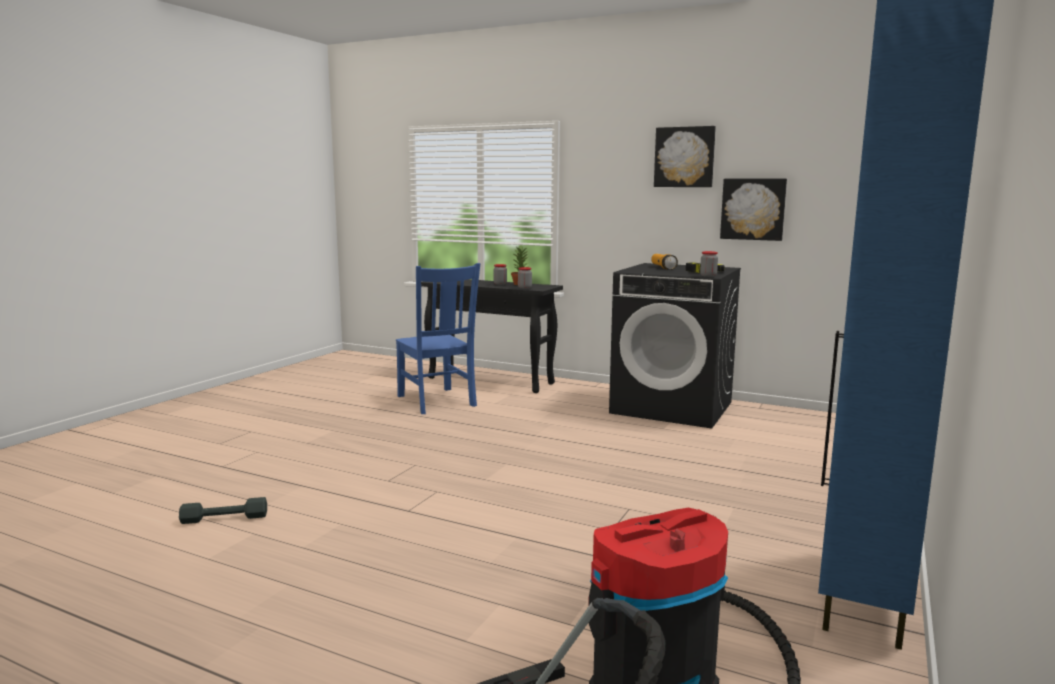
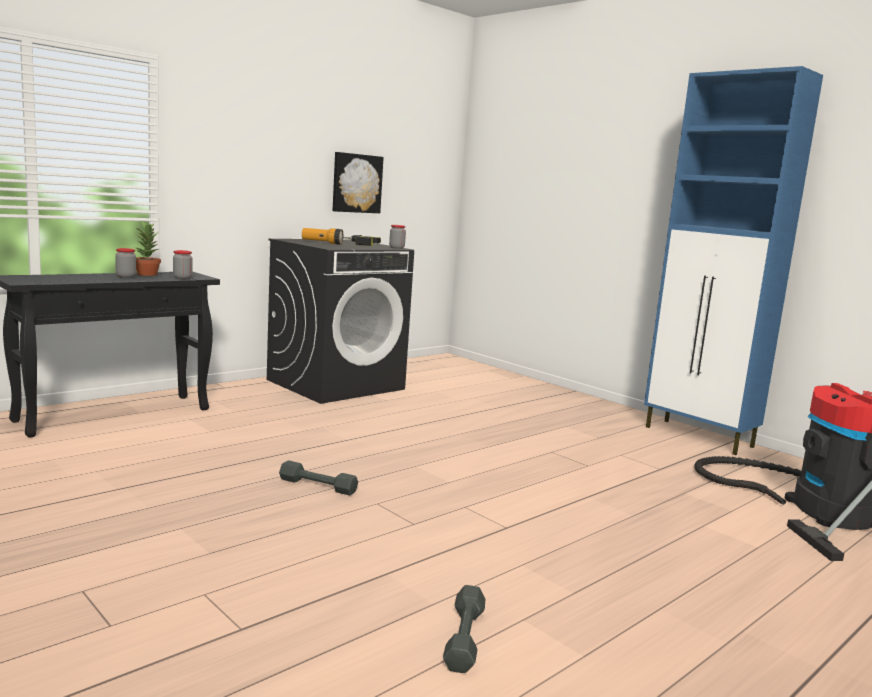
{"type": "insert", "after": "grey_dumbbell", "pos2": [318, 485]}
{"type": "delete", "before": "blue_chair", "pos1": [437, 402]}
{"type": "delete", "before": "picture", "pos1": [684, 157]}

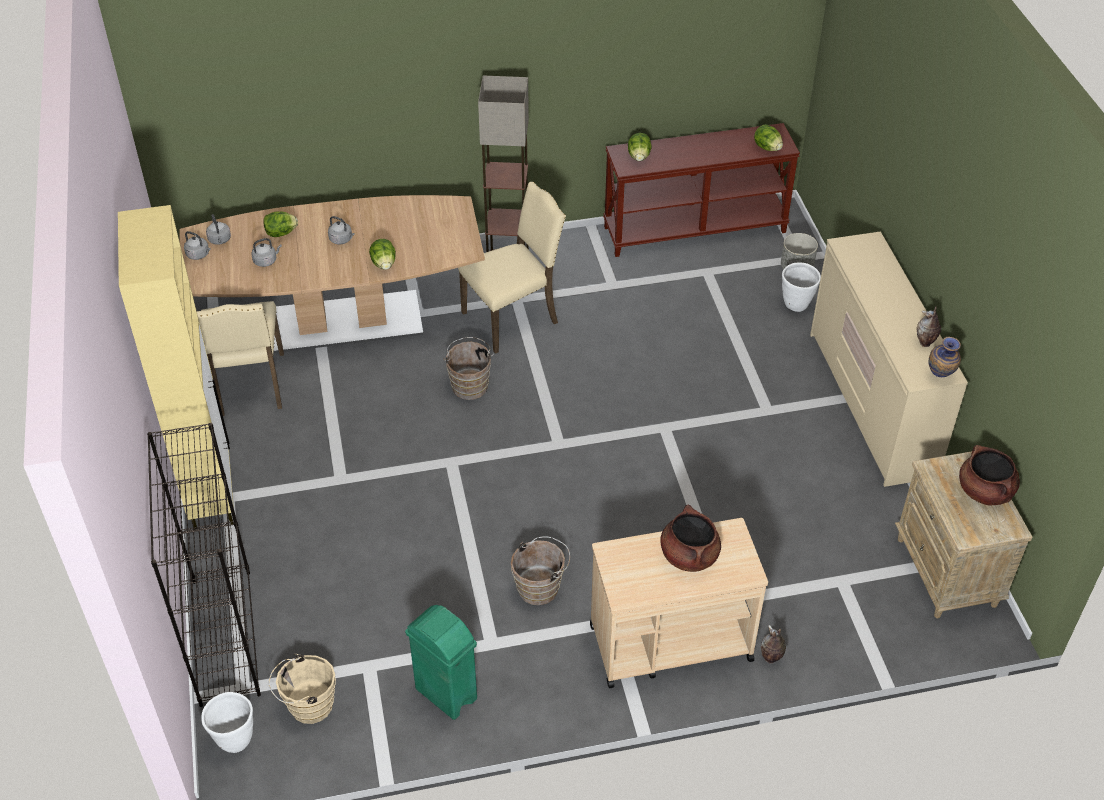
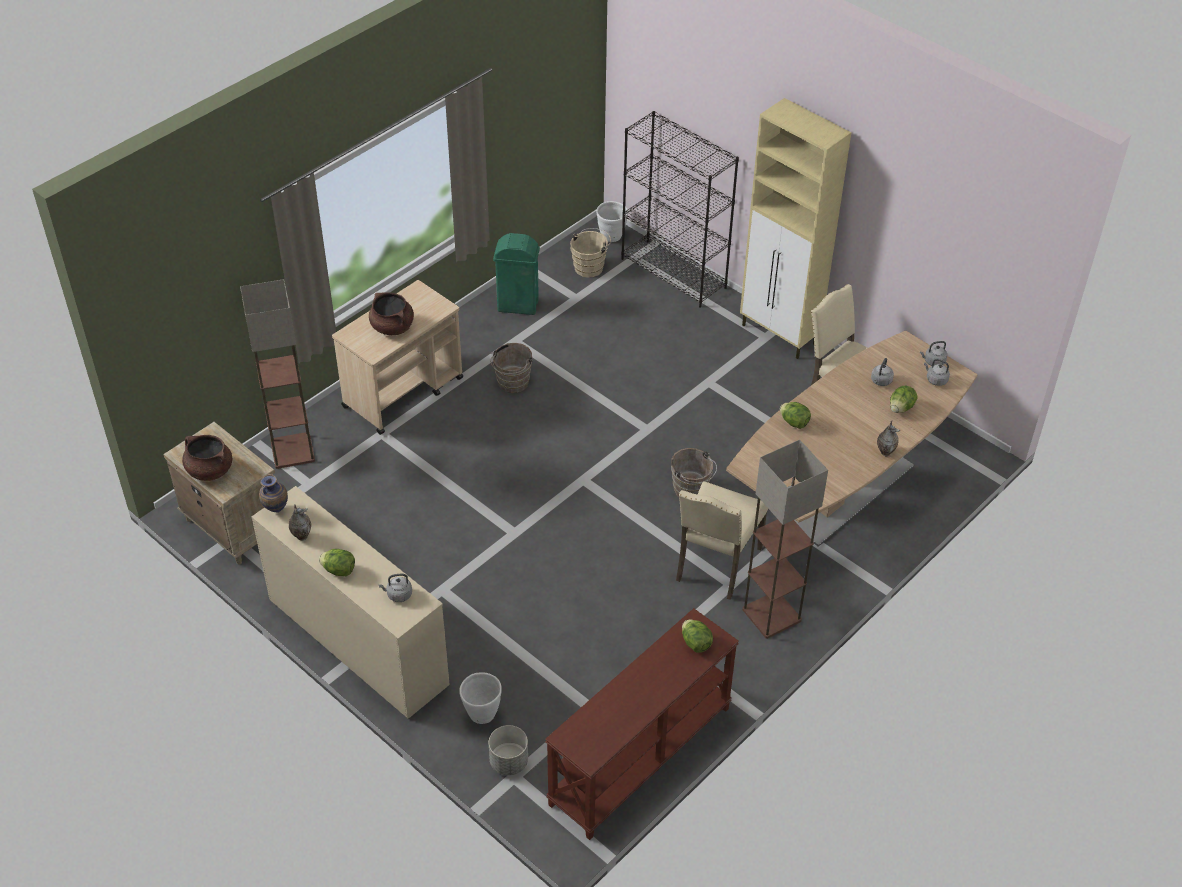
{"type": "insert", "after": "floor_lamp", "pos2": [291, 450]}
{"type": "move", "before": "lettuce", "pos1": [767, 148], "pos2": [339, 570]}
{"type": "move", "before": "grey_kettle", "pos1": [342, 240], "pos2": [398, 595]}
{"type": "move", "before": "vase", "pos1": [770, 658], "pos2": [885, 451]}

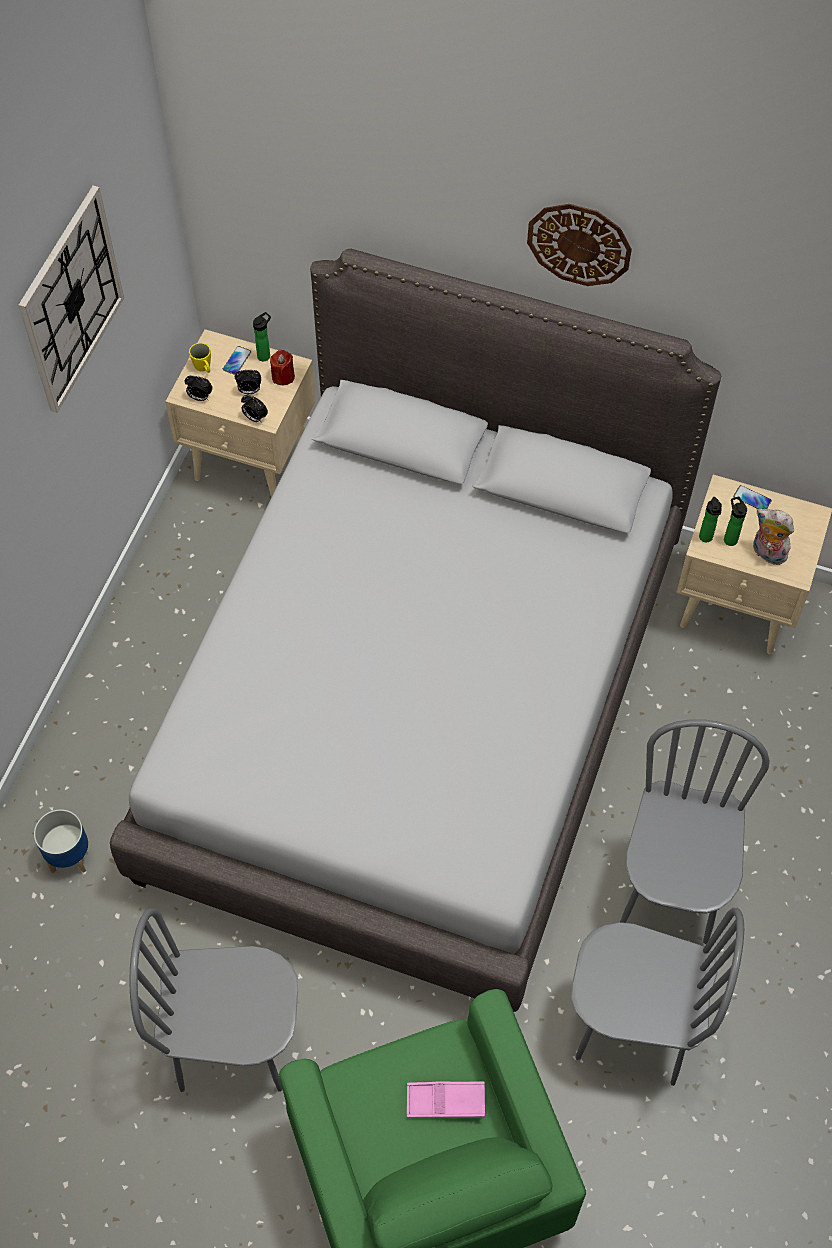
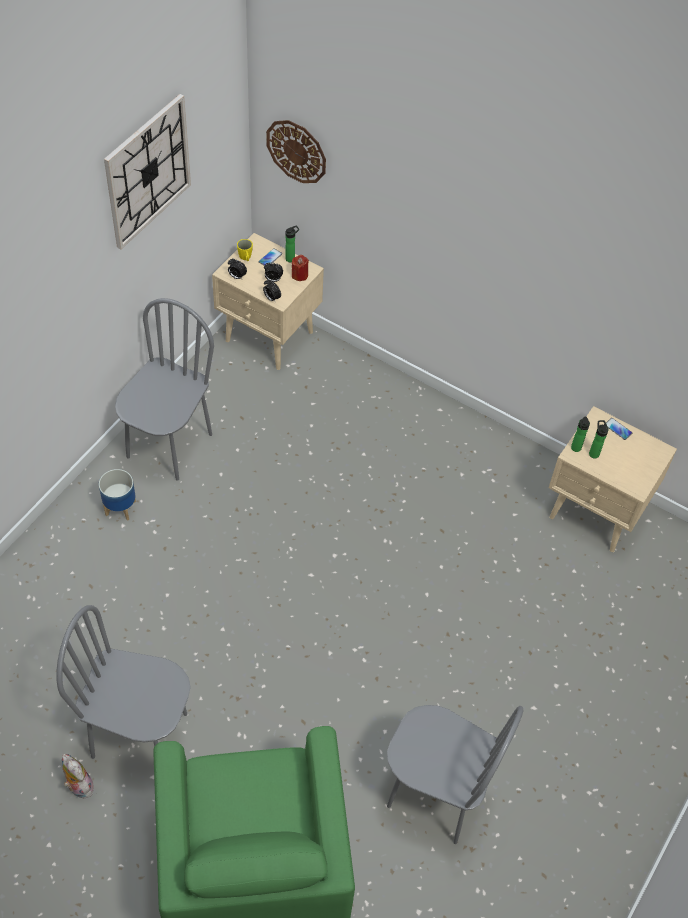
{"type": "move", "before": "plush_toy", "pos1": [767, 553], "pos2": [78, 786]}
{"type": "move", "before": "planter", "pos1": [69, 856], "pos2": [120, 508]}
{"type": "move", "before": "grey_chair", "pos1": [670, 889], "pos2": [169, 445]}
{"type": "move", "before": "wall_clock", "pos1": [579, 244], "pos2": [296, 151]}
{"type": "delete", "before": "grey_bed", "pos1": [416, 707]}
{"type": "delete", "before": "pink_tray", "pos1": [445, 1101]}

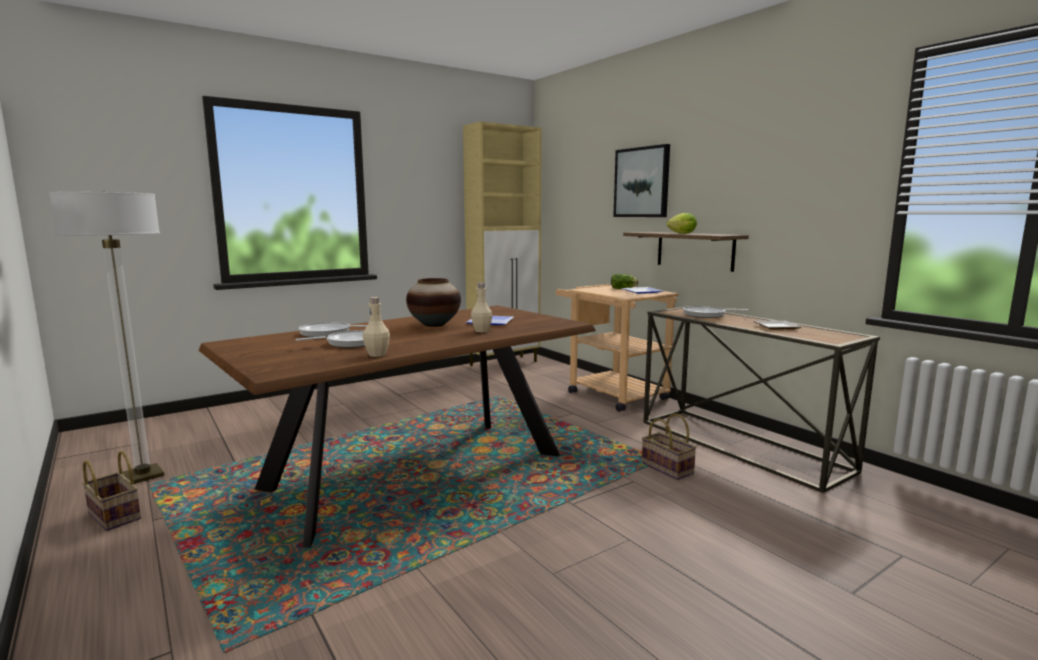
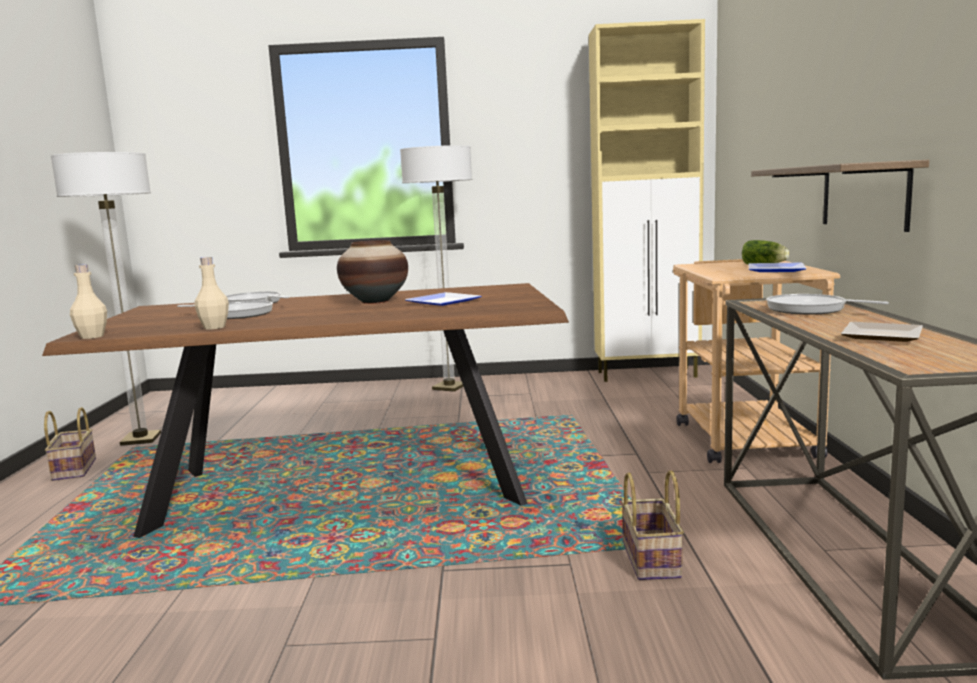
{"type": "move", "before": "beige_bottle", "pos1": [481, 331], "pos2": [92, 336]}
{"type": "insert", "after": "floor_lamp", "pos2": [449, 387]}
{"type": "delete", "before": "picture", "pos1": [642, 182]}
{"type": "delete", "before": "lettuce", "pos1": [680, 233]}

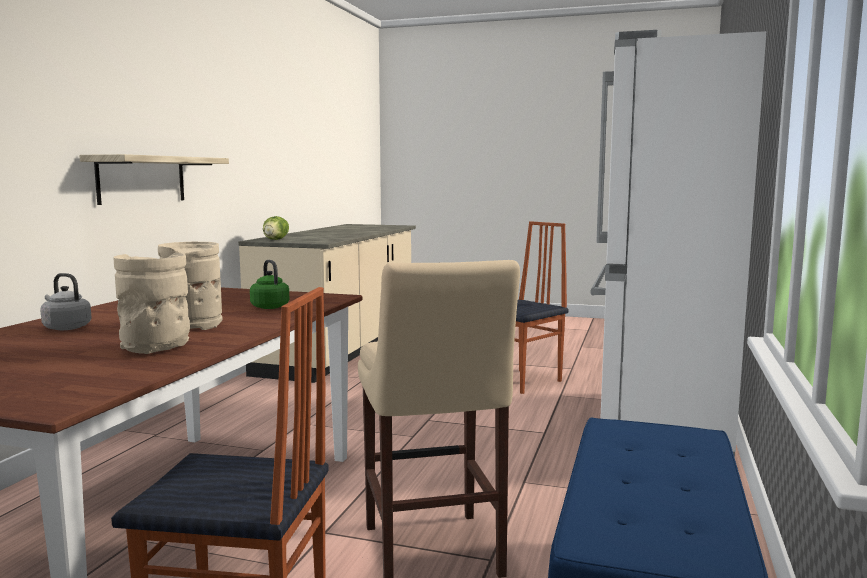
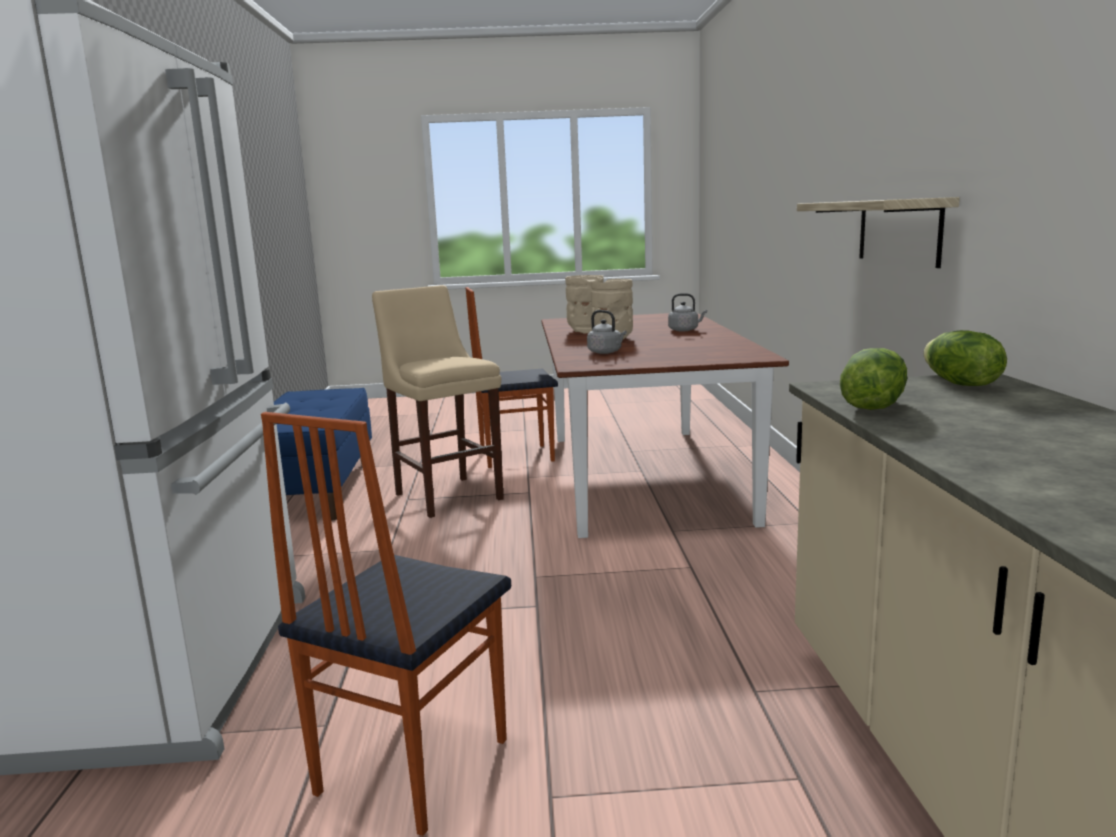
{"type": "recolor", "before": "green_kettle", "after": "grey_kettle", "pos1": [269, 307], "pos2": [606, 352]}
{"type": "insert", "after": "lettuce", "pos2": [872, 406]}

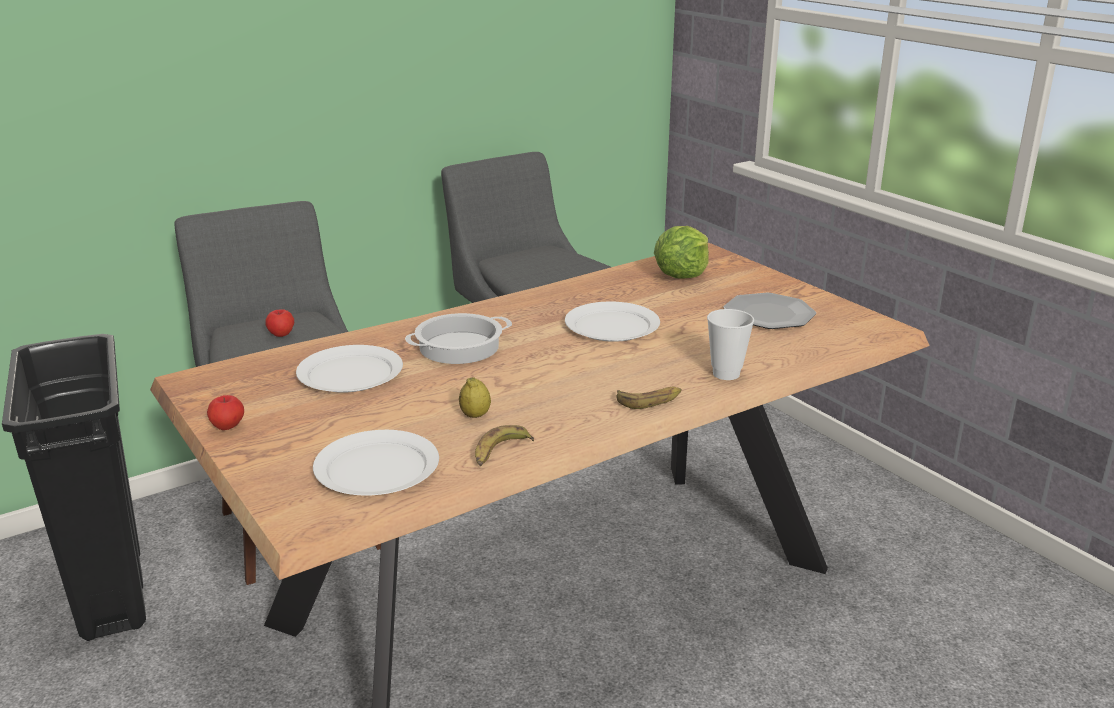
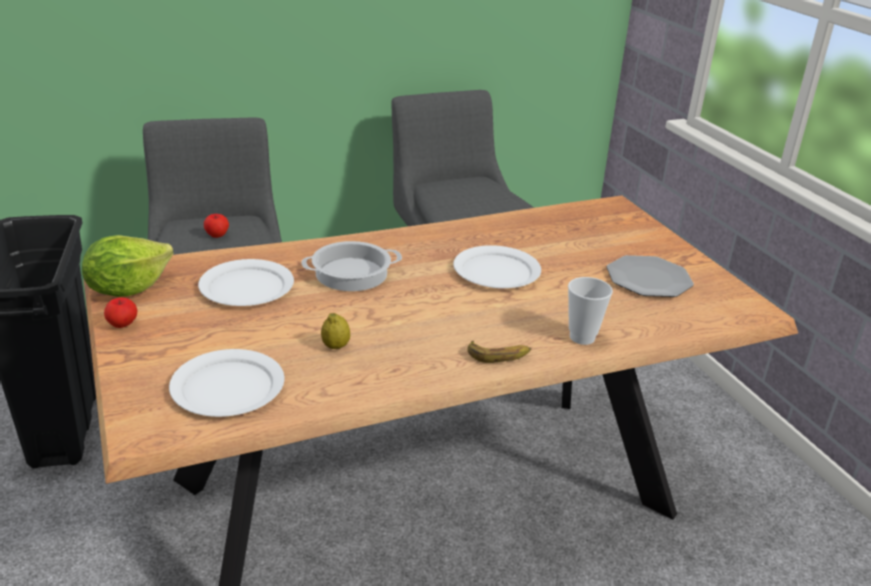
{"type": "move", "before": "lettuce", "pos1": [682, 275], "pos2": [127, 289]}
{"type": "delete", "before": "banana", "pos1": [500, 452]}

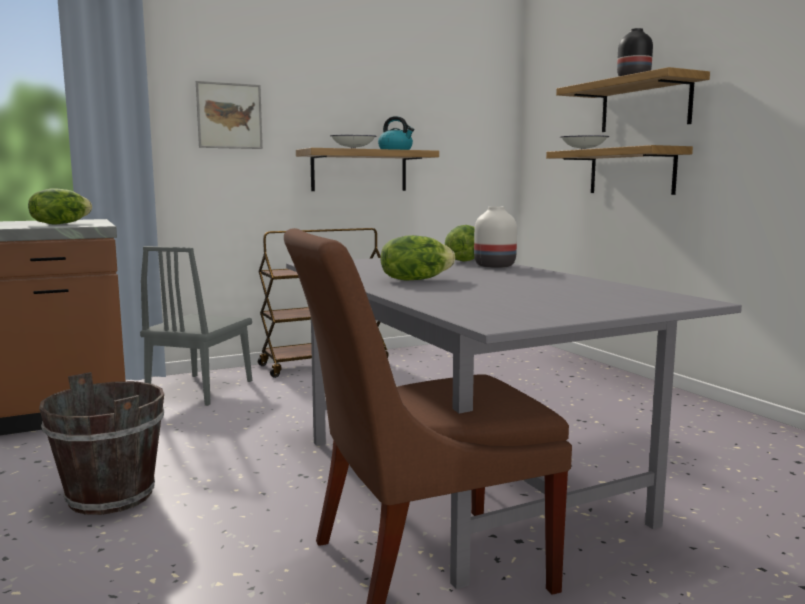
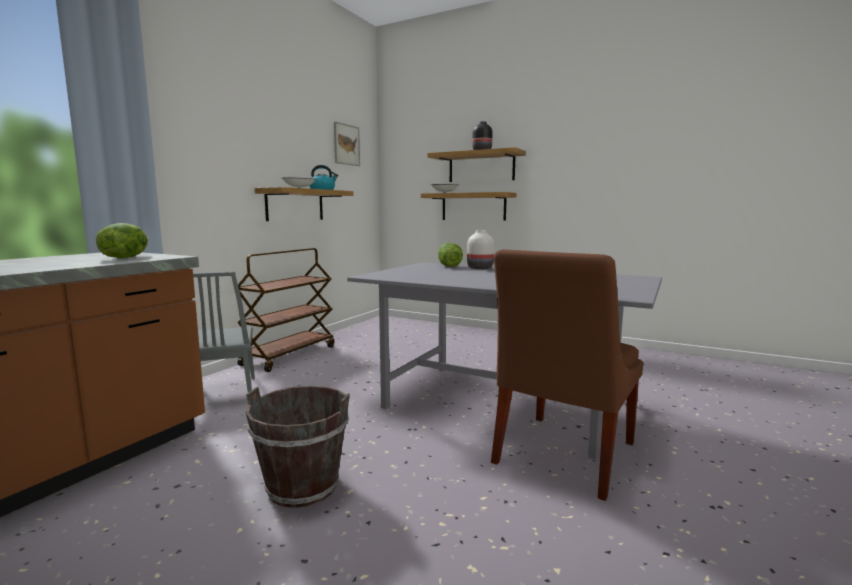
{"type": "move", "before": "picture", "pos1": [229, 116], "pos2": [346, 144]}
{"type": "delete", "before": "lettuce", "pos1": [415, 280]}

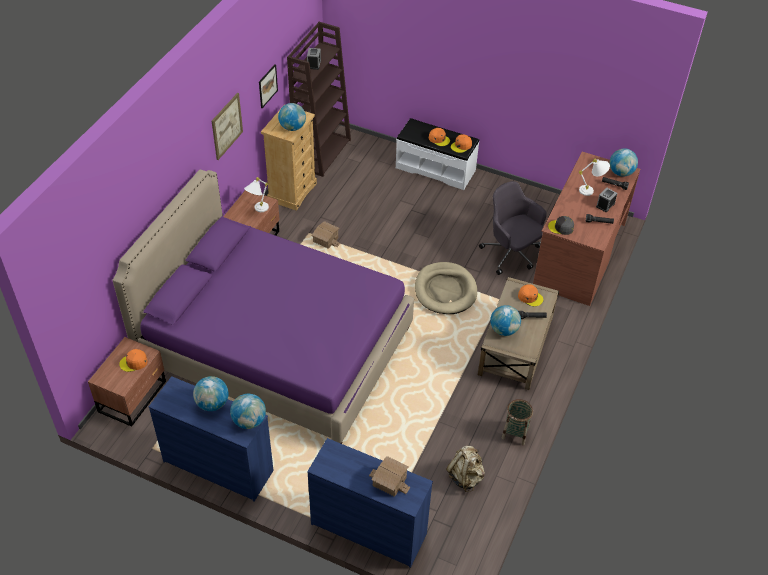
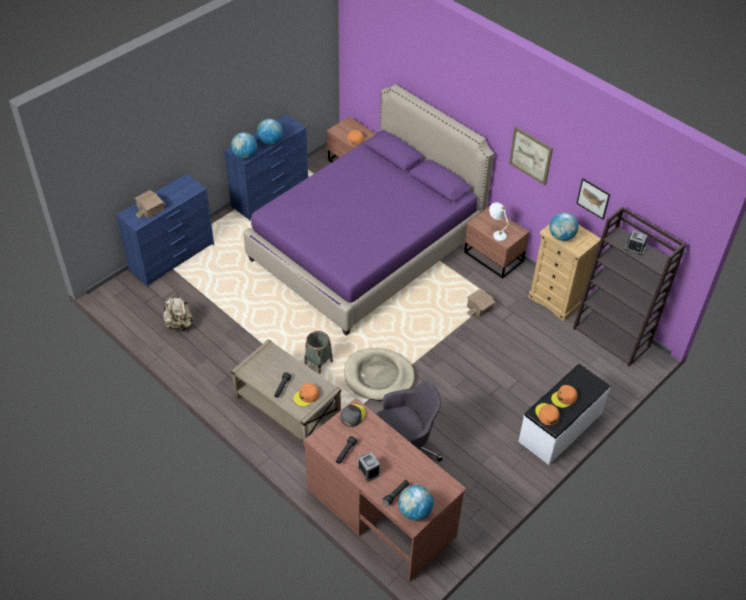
{"type": "move", "before": "basket", "pos1": [515, 433], "pos2": [318, 362]}
{"type": "delete", "before": "globe", "pos1": [504, 330]}
{"type": "delete", "before": "white_table_lamp", "pos1": [591, 191]}

